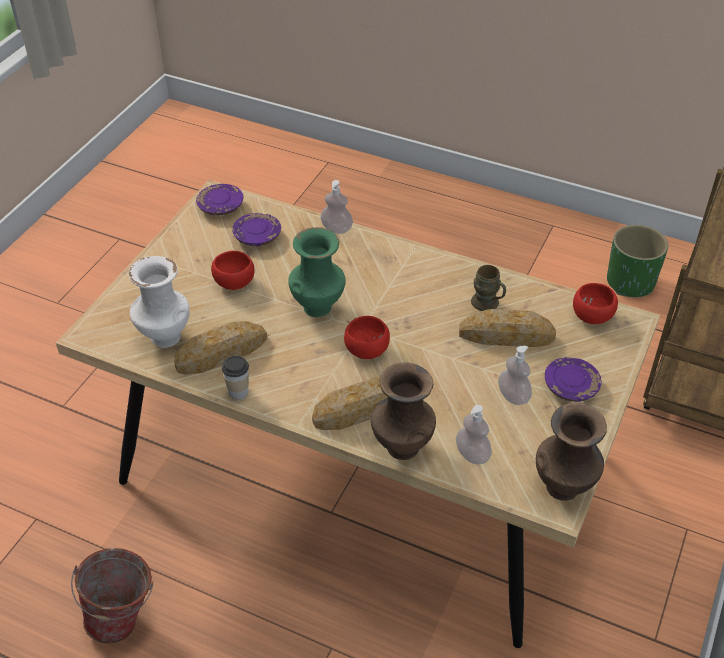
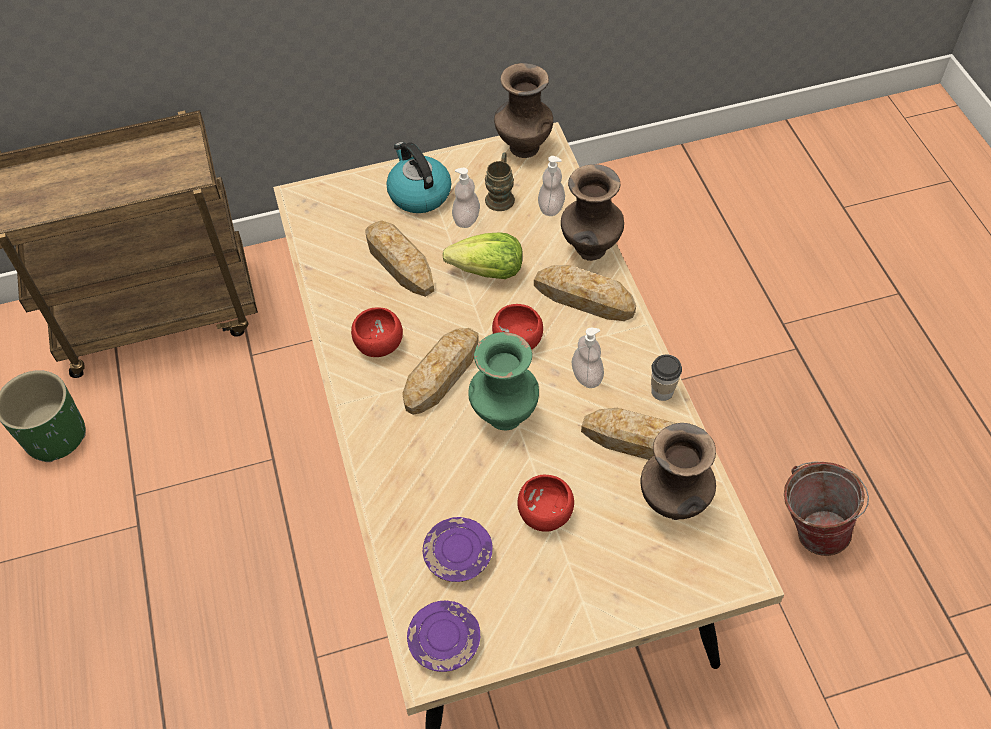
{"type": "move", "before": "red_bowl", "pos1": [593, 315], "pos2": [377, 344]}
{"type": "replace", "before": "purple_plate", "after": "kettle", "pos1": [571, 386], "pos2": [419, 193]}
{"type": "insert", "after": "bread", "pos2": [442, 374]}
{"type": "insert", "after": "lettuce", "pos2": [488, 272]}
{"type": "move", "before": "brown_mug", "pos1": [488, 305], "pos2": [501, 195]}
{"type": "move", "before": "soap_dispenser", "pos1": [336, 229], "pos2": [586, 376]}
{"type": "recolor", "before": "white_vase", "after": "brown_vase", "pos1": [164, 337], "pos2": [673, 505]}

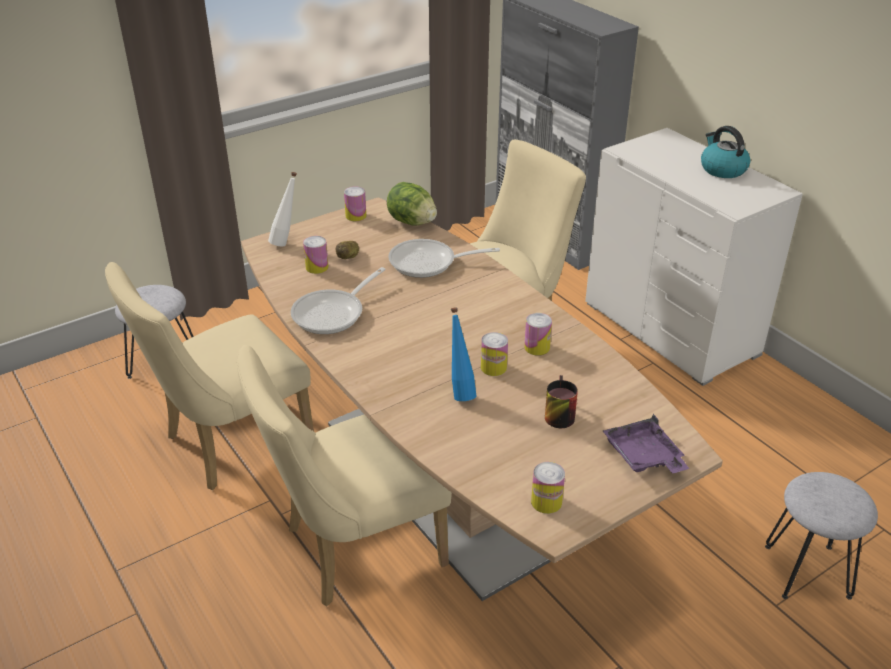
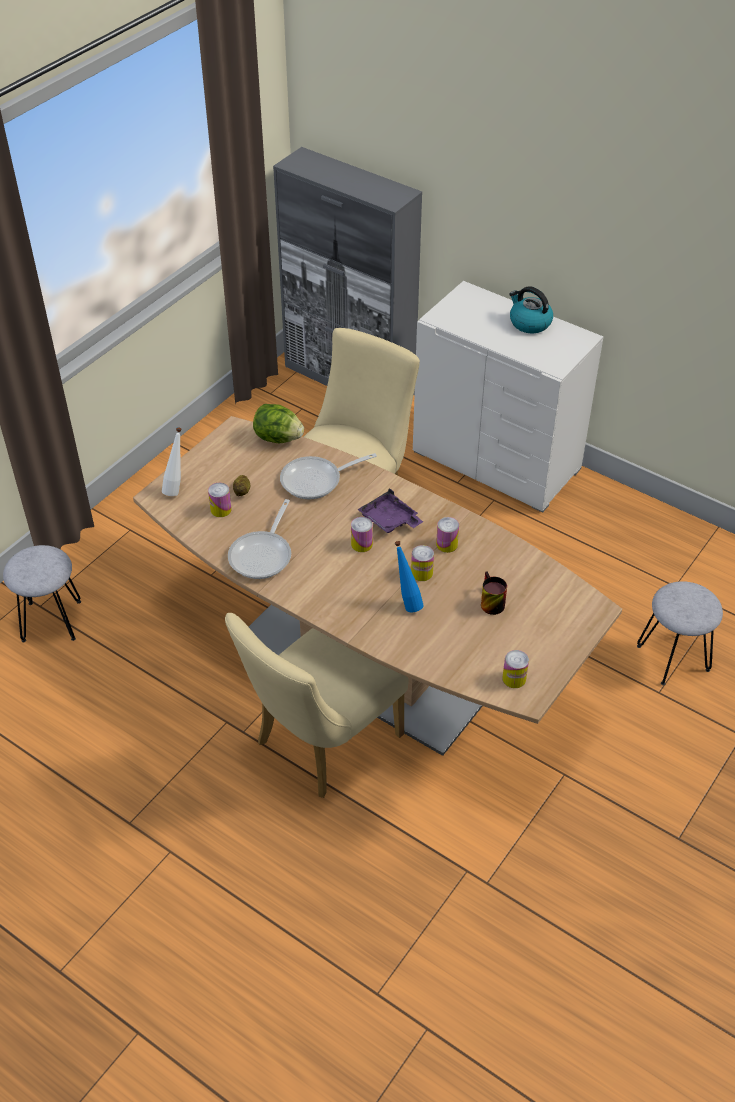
{"type": "move", "before": "can", "pos1": [356, 216], "pos2": [361, 544]}
{"type": "move", "before": "purple_tray", "pos1": [643, 456], "pos2": [389, 520]}
{"type": "delete", "before": "beige_chair", "pos1": [229, 444]}

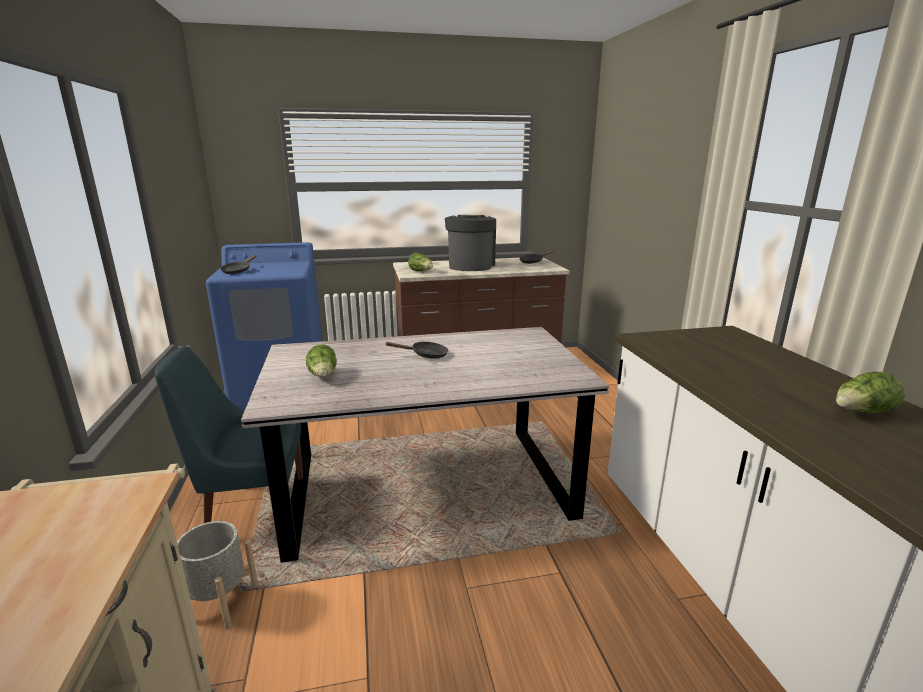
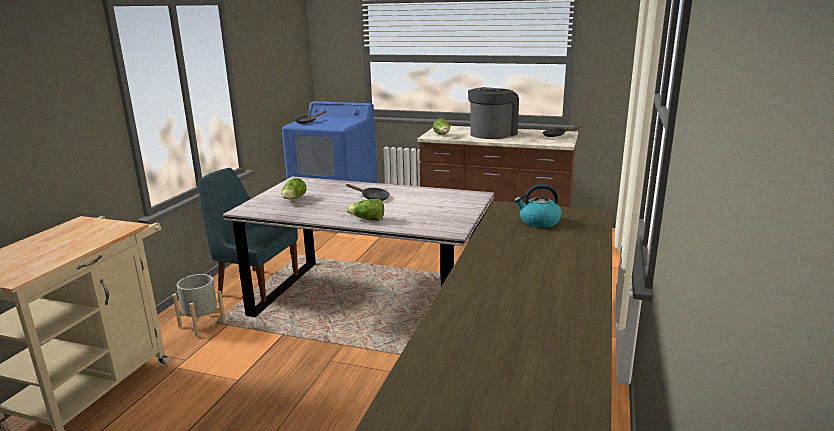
{"type": "move", "before": "lettuce", "pos1": [862, 412], "pos2": [367, 219]}
{"type": "insert", "after": "kettle", "pos2": [538, 221]}

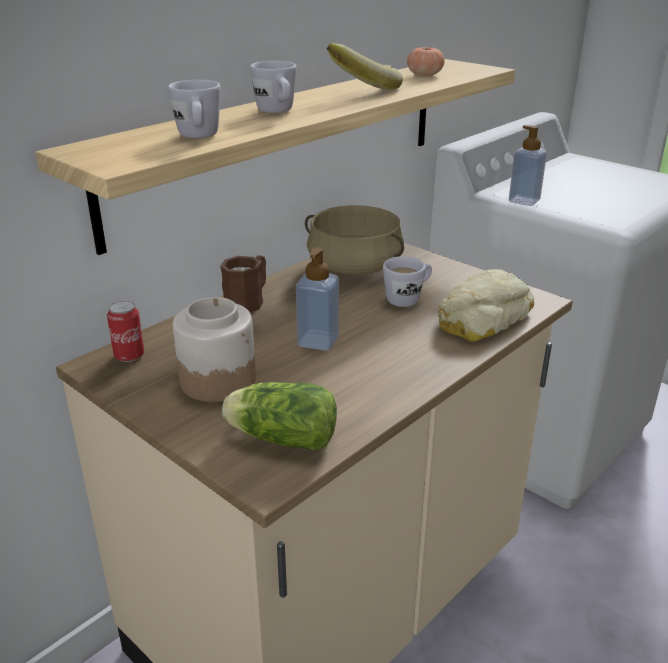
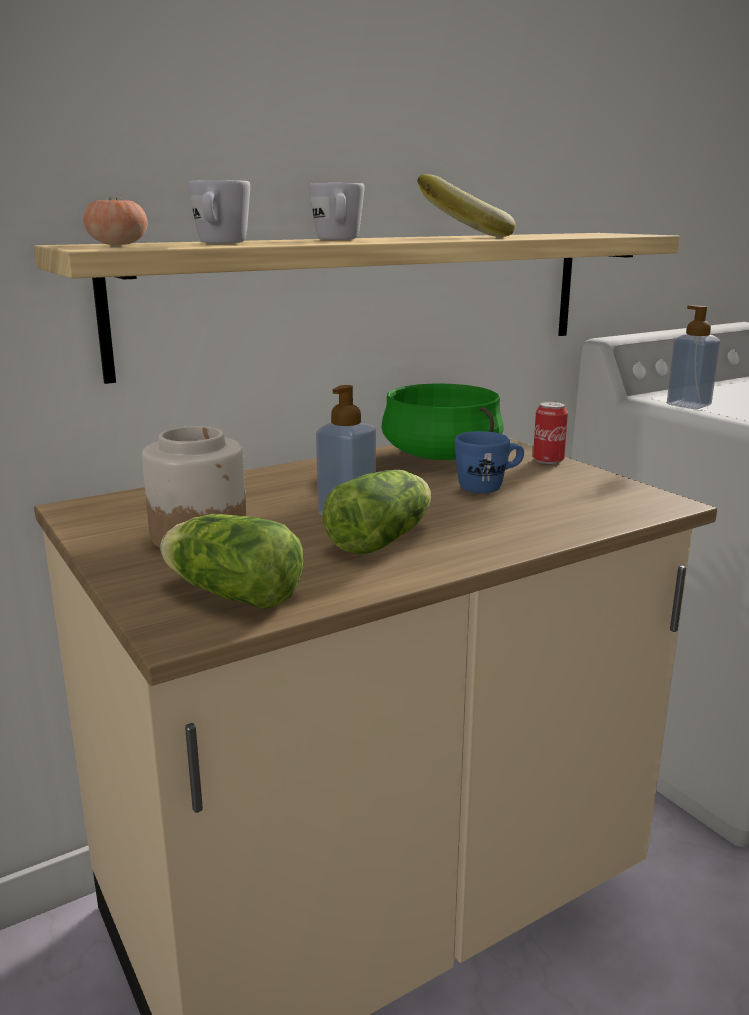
{"type": "move", "before": "tomato", "pos1": [424, 75], "pos2": [118, 244]}
{"type": "insert", "after": "lettuce", "pos2": [384, 539]}
{"type": "recolor", "before": "beige_cooking_pot", "after": "green_cooking_pot", "pos1": [354, 267], "pos2": [440, 455]}
{"type": "recolor", "before": "white_mug", "after": "blue_mug", "pos1": [408, 299], "pos2": [489, 487]}
{"type": "move", "before": "can", "pos1": [129, 355], "pos2": [548, 460]}
{"type": "delete", "before": "brown_mug", "pos1": [249, 300]}
{"type": "delete", "before": "bread", "pos1": [481, 317]}

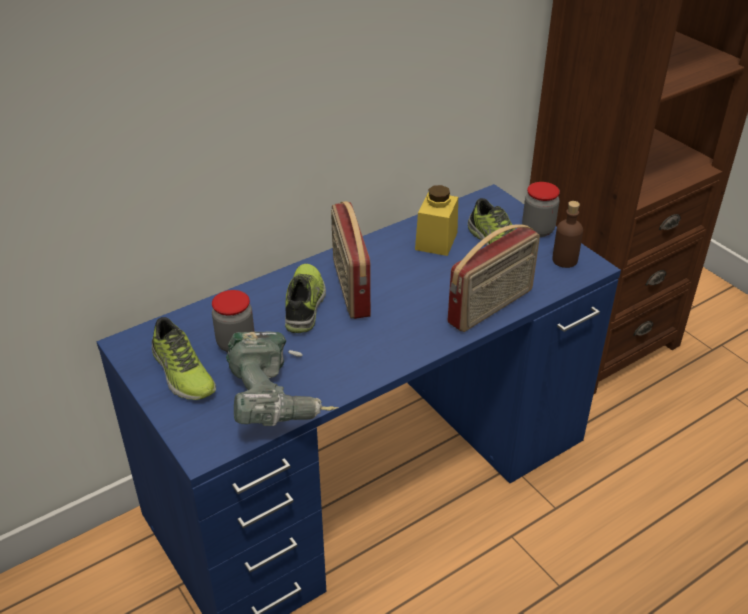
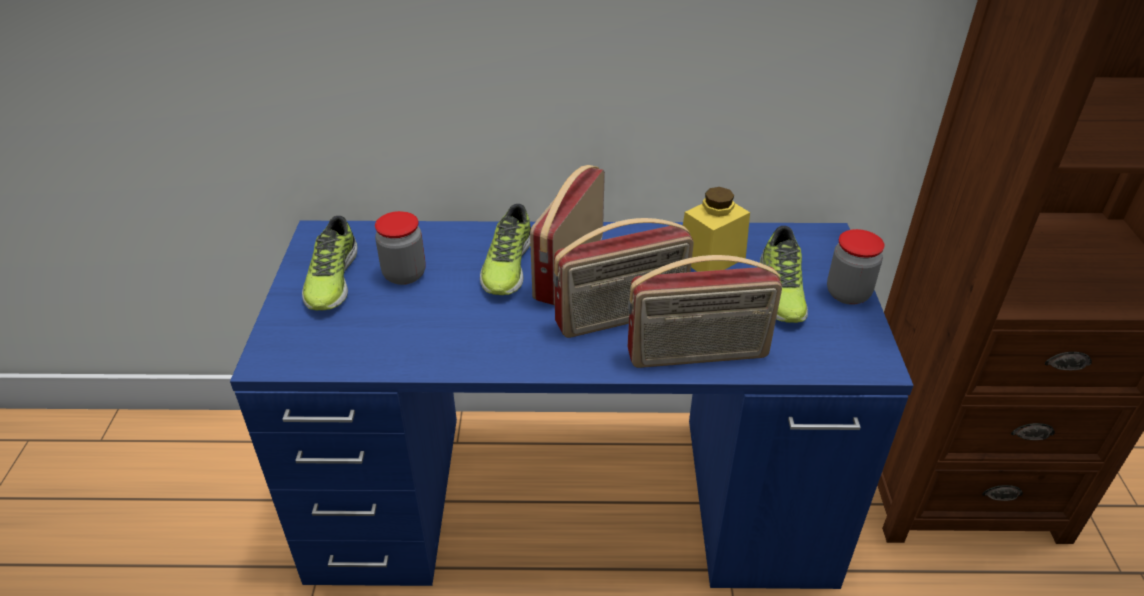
{"type": "rotate", "before": "shoe", "pos1": [305, 304], "pos2": [507, 265], "turn": 150}
{"type": "insert", "after": "radio", "pos2": [622, 318]}
{"type": "delete", "before": "power_drill", "pos1": [277, 399]}
{"type": "delete", "before": "brown_bottle", "pos1": [564, 260]}

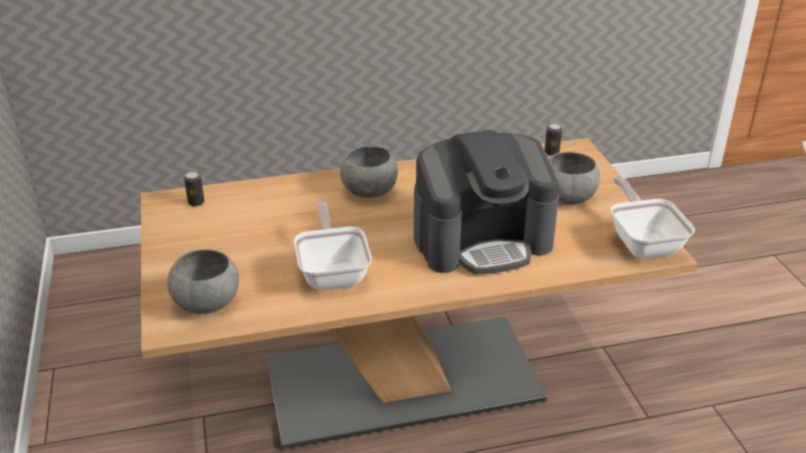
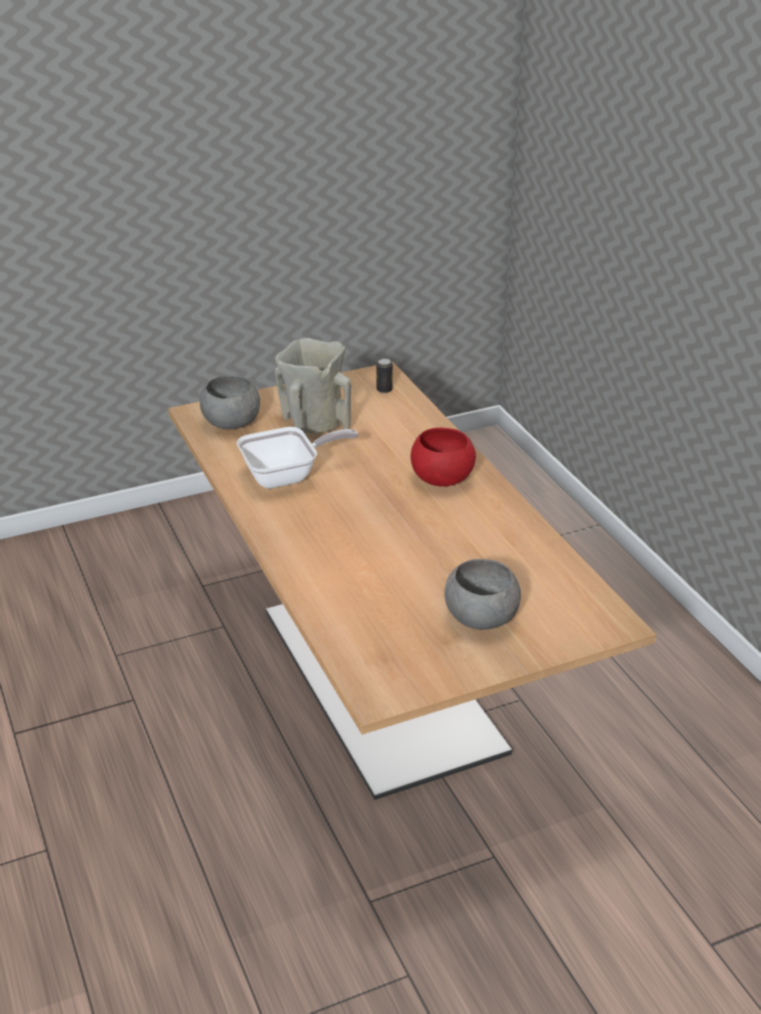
{"type": "insert", "after": "beige_vase", "pos2": [314, 424]}
{"type": "recolor", "before": "grey_bowl", "after": "red_bowl", "pos1": [370, 190], "pos2": [442, 478]}
{"type": "delete", "before": "coffee_machine", "pos1": [482, 240]}
{"type": "delete", "before": "can", "pos1": [551, 152]}
{"type": "delete", "before": "frying_pan", "pos1": [643, 242]}

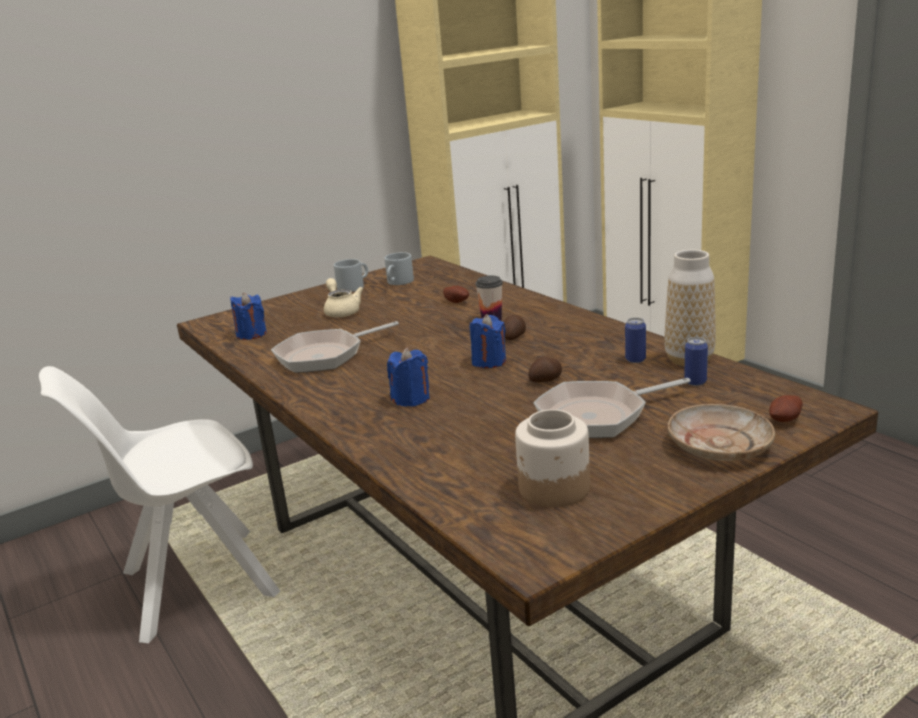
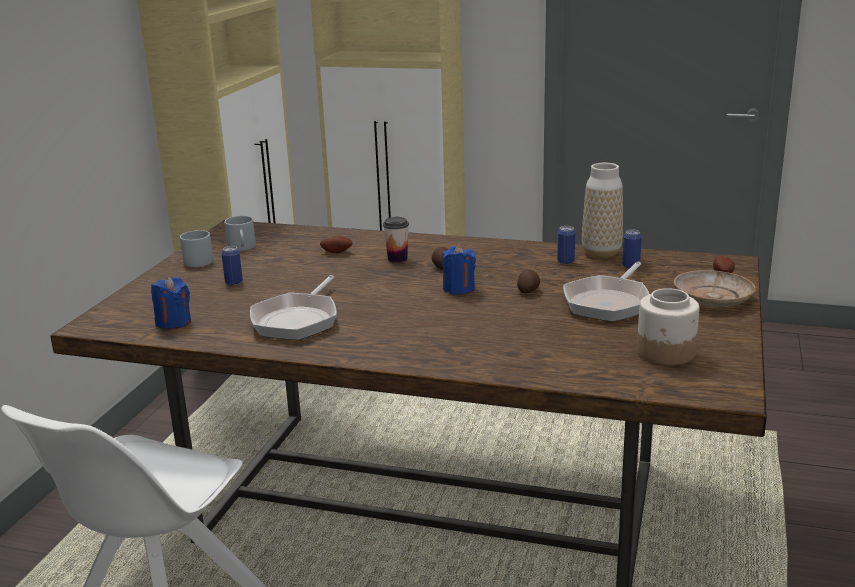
{"type": "replace", "before": "beige_teapot", "after": "can", "pos1": [342, 311], "pos2": [234, 282]}
{"type": "delete", "before": "blue_candle", "pos1": [411, 399]}

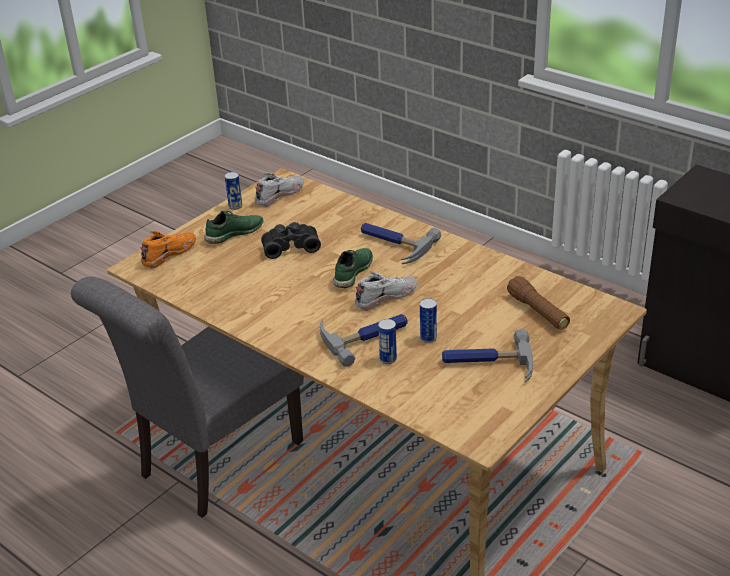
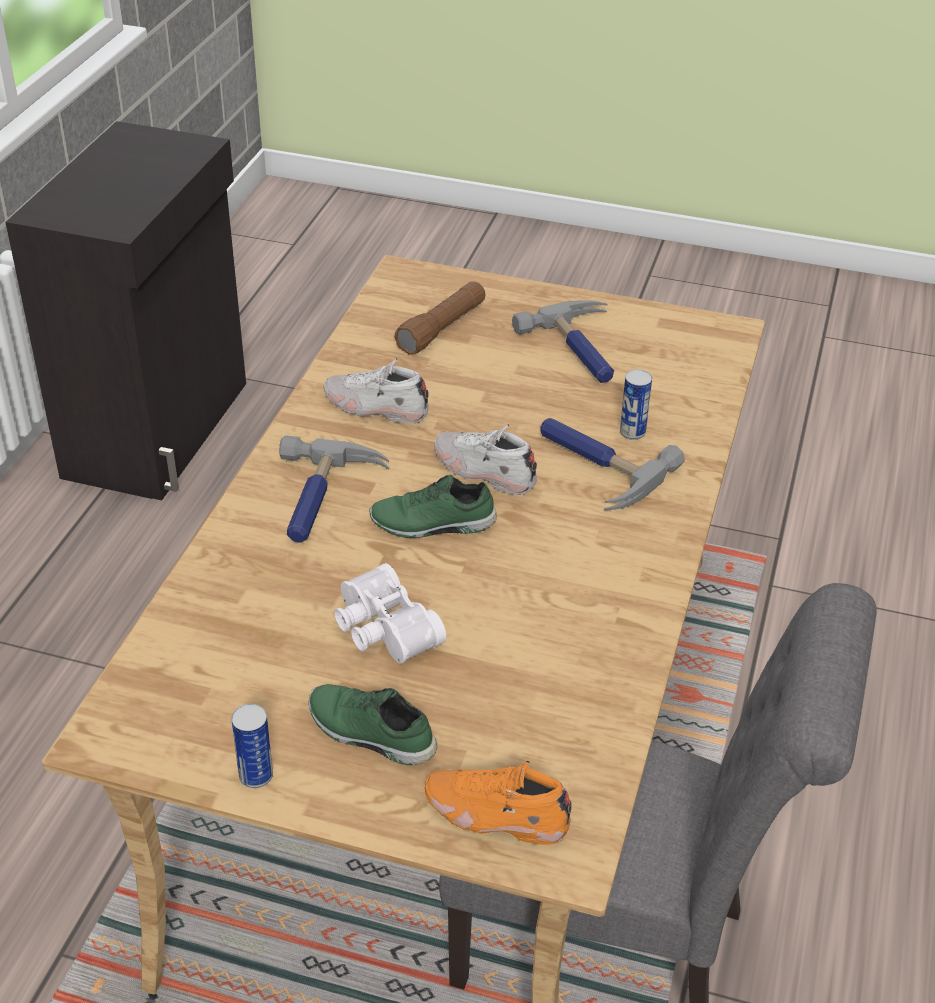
{"type": "move", "before": "white_shoe", "pos1": [279, 195], "pos2": [375, 407]}
{"type": "recolor", "before": "black_binoculars", "after": "white_binoculars", "pos1": [290, 246], "pos2": [382, 630]}
{"type": "delete", "before": "can", "pos1": [428, 338]}

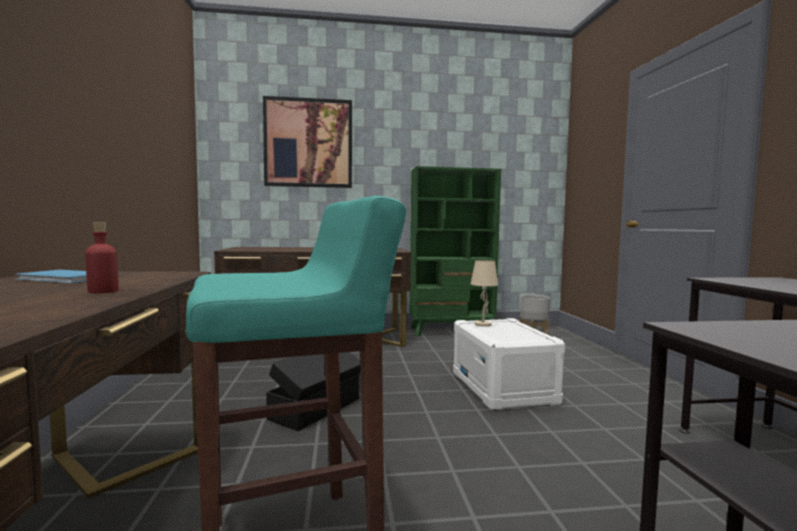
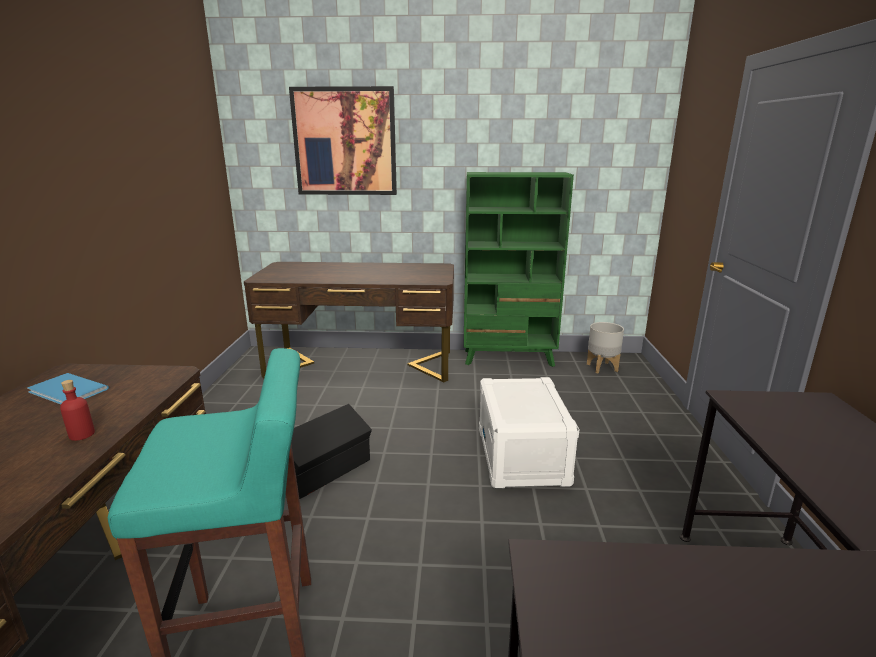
{"type": "delete", "before": "beige_table_lamp", "pos1": [482, 324]}

